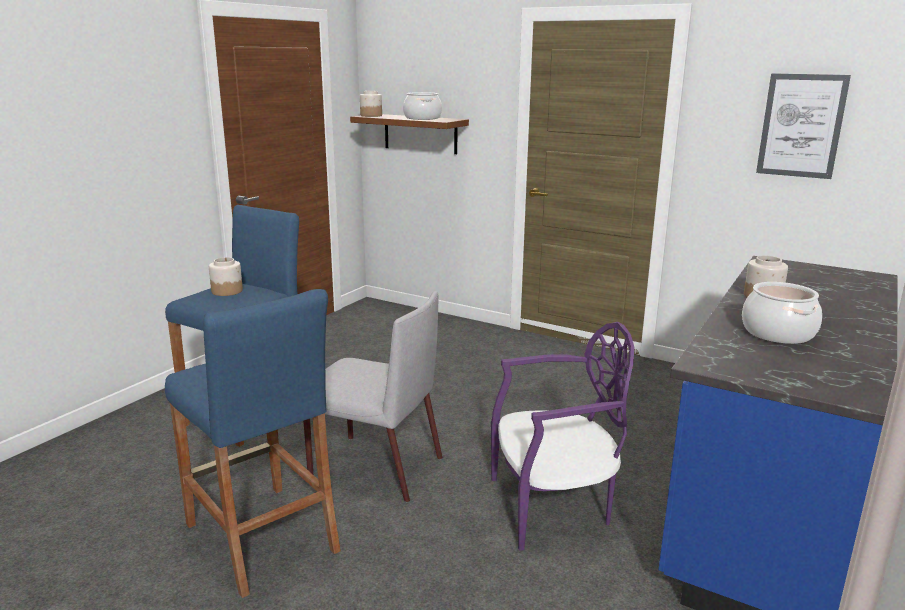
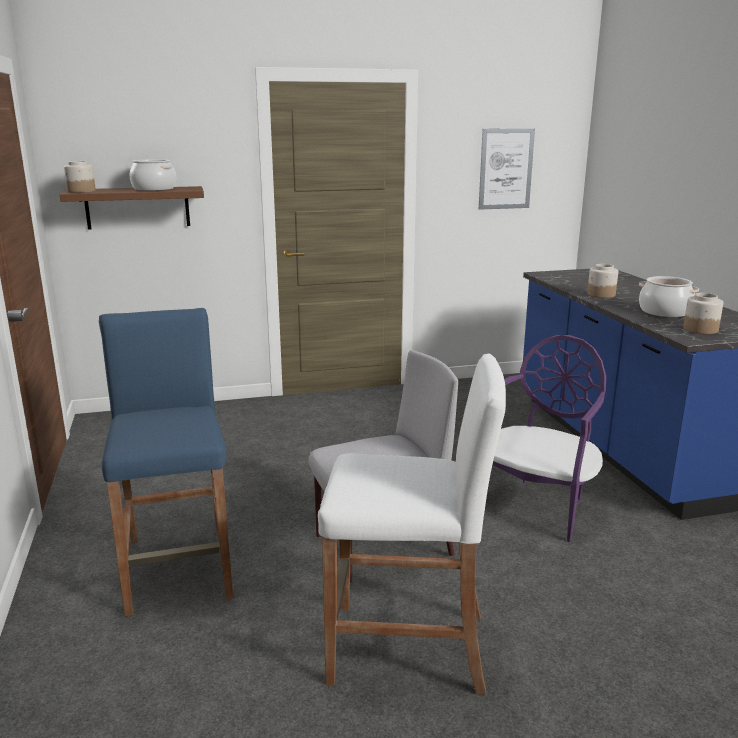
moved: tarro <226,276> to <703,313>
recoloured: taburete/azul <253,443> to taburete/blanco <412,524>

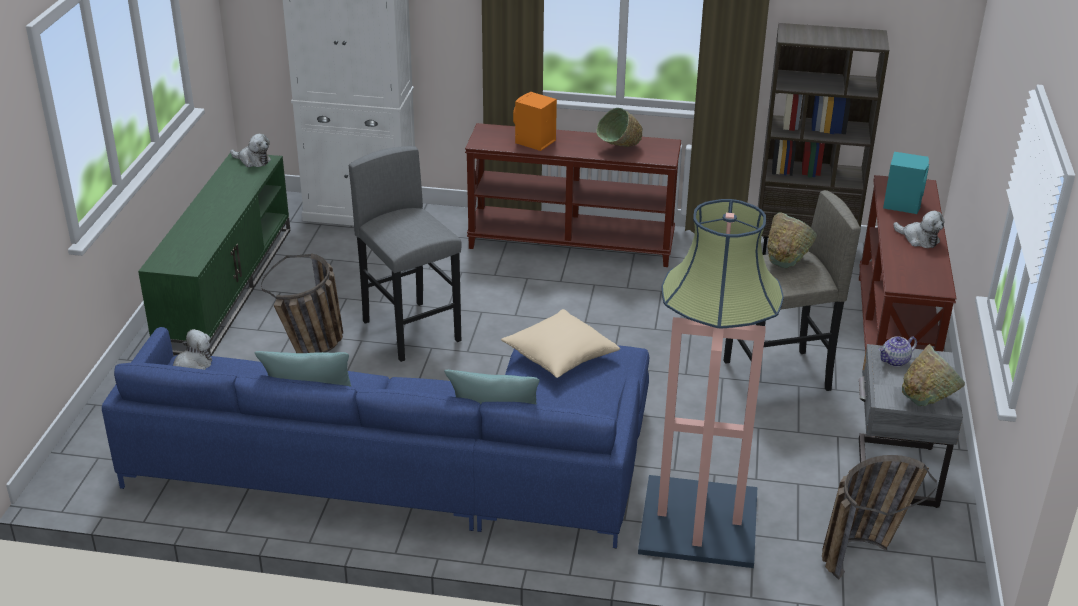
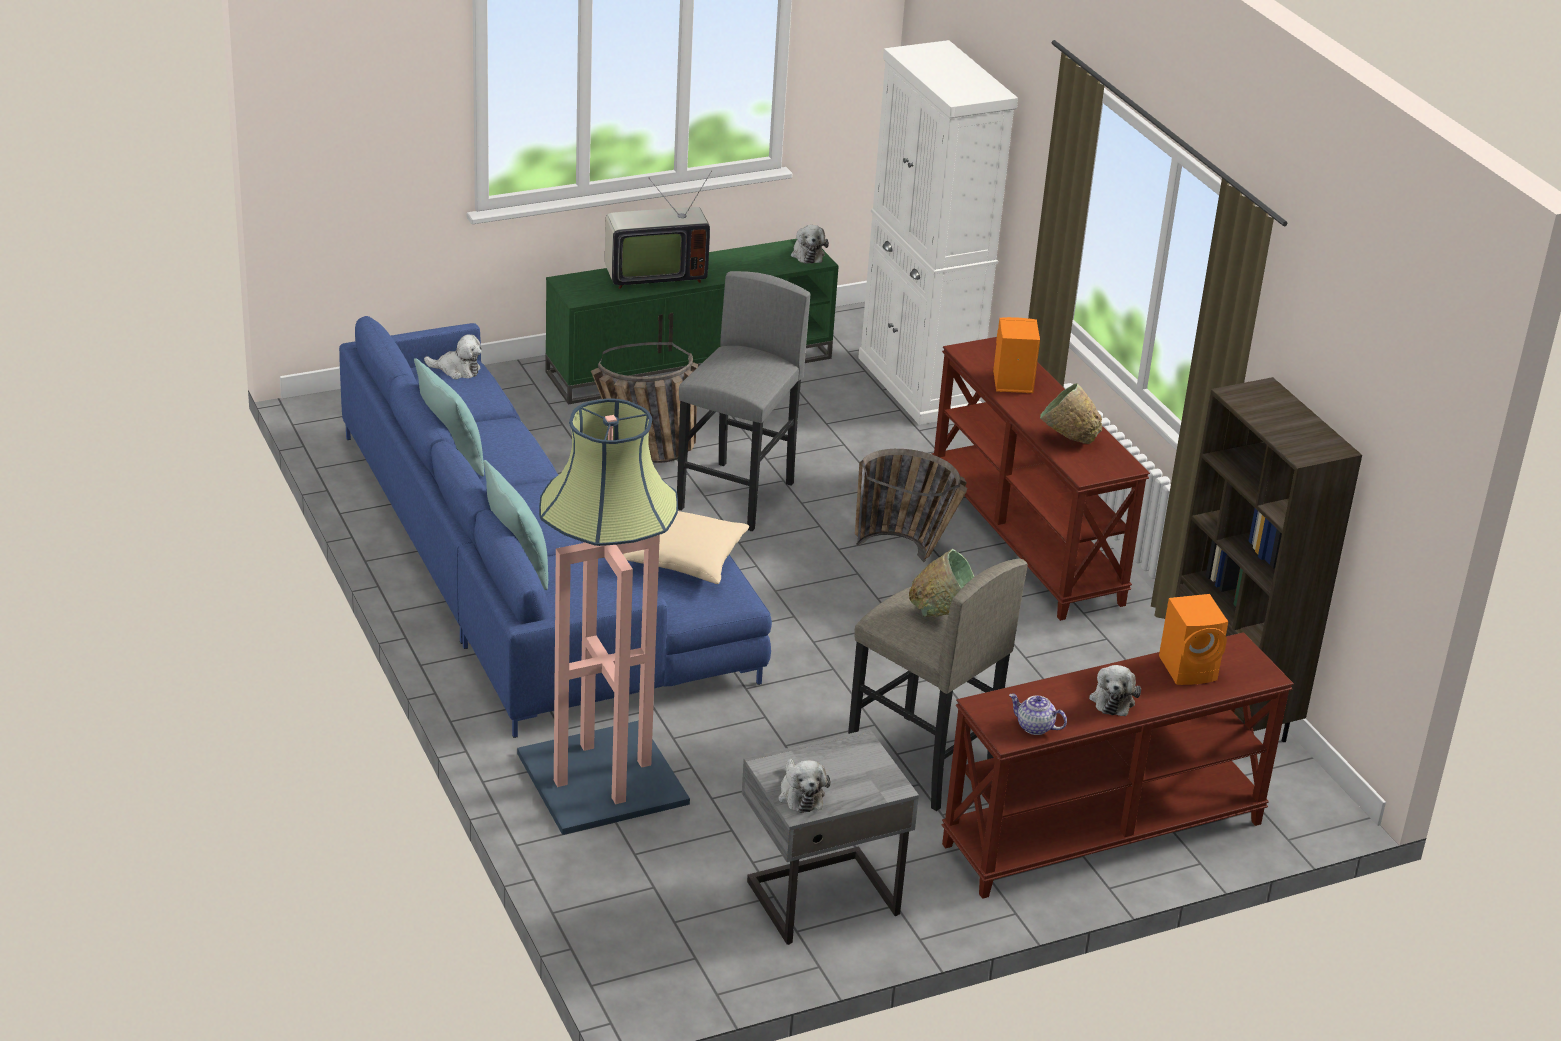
added: televisor <658,229>
moved: cesta <879,517> to <911,505>; tetera <897,351> to <1038,714>
replaced: cuenco/verde <933,375> to peluche <804,786>
recoloured: altavoz/turquesa <906,183> to altavoz/naranja <1193,639>

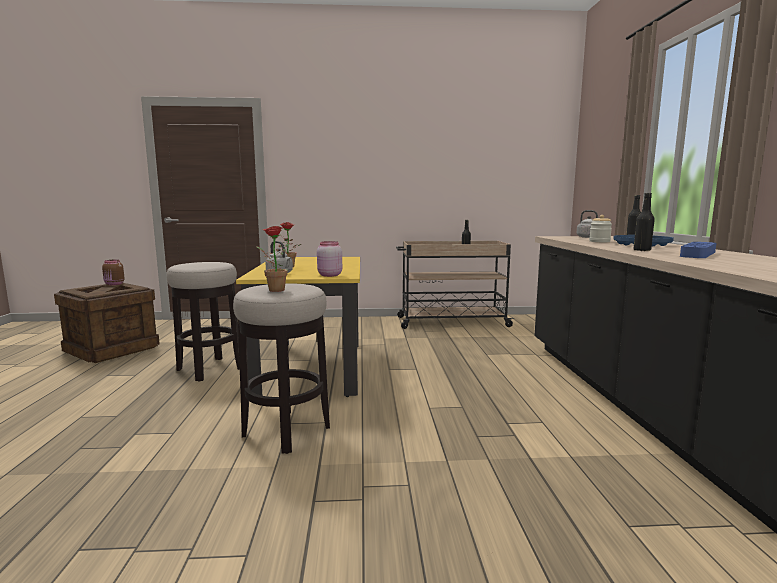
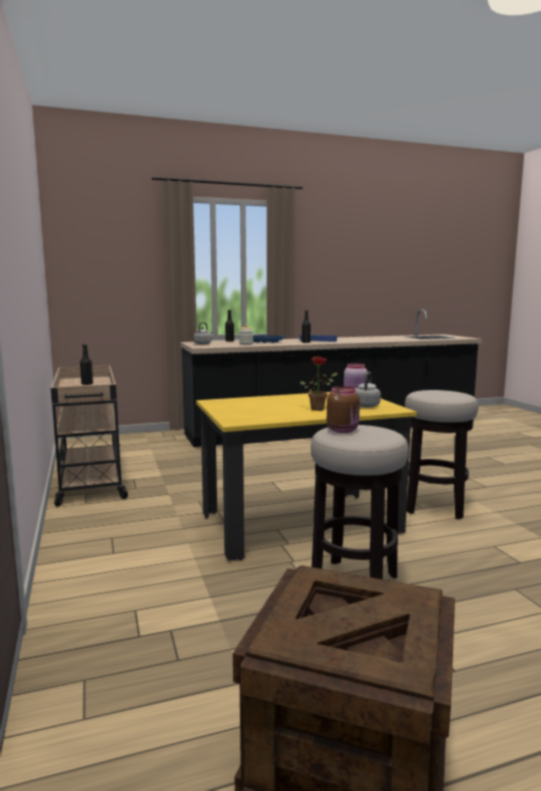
removed: planta en maceta <273,259>
moved: tarro/marrón <113,272> to <343,409>

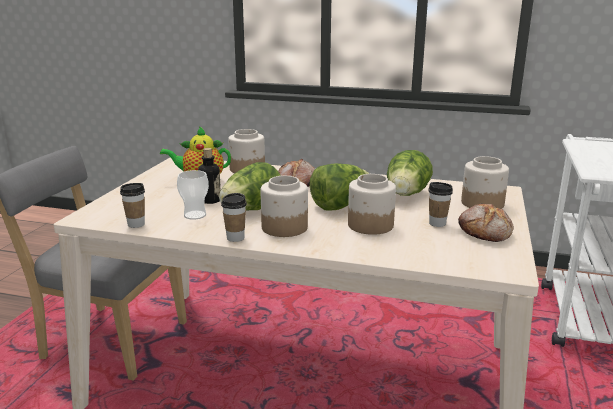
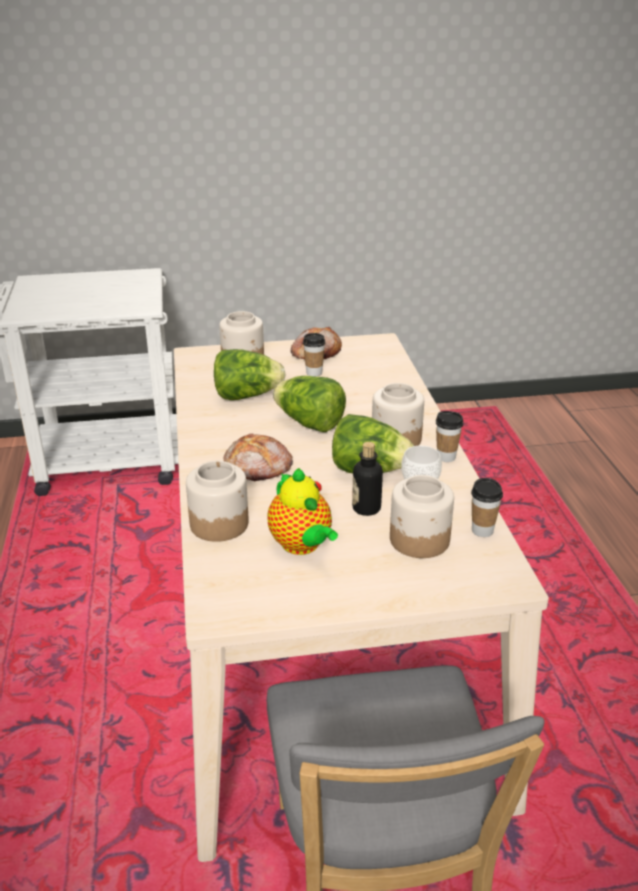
moved: tarro <372,204> to <422,516>

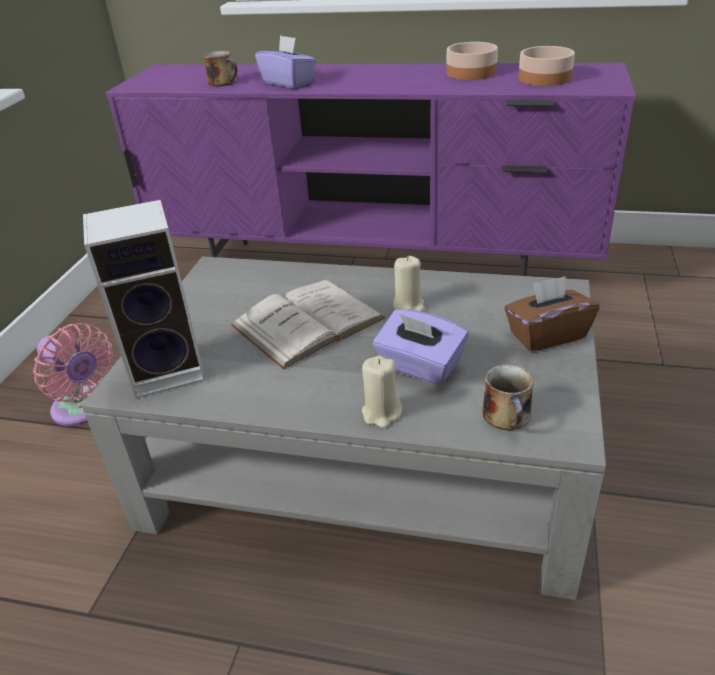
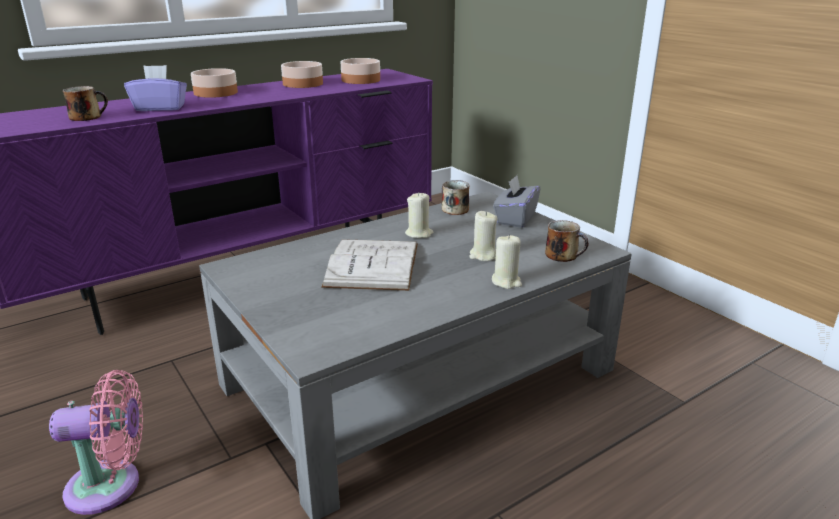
removed: altavoz <144,299>
added: cuenco <214,83>; taza grande <456,197>
replaced: caja de pañuelos/morado <420,347> to vela/beis <483,236>
recoloured: caja de pañuelos/marrón <552,314> to caja de pañuelos/gris <517,201>

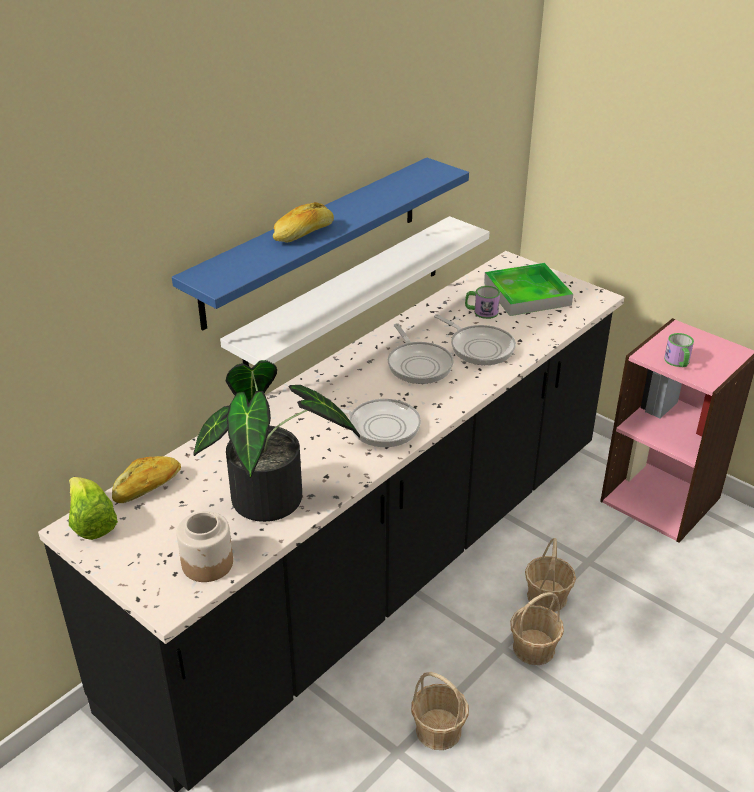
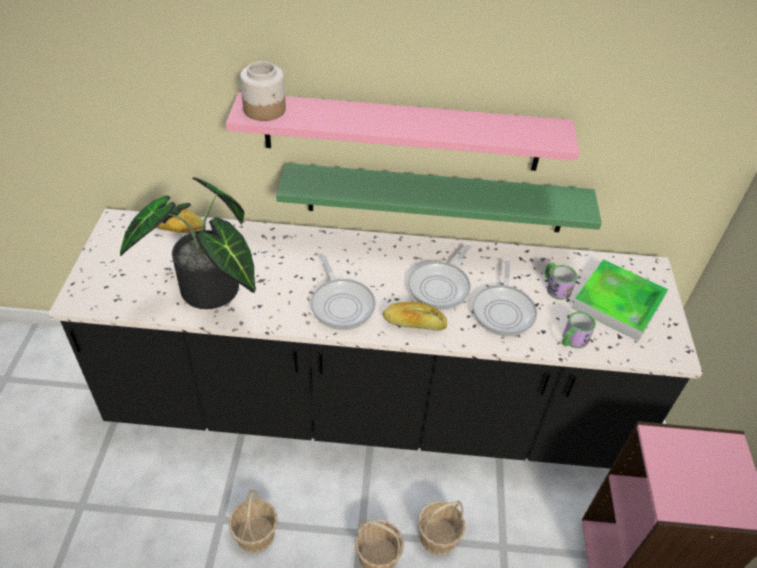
removed: lechuga <93,508>
moved: tarro <204,546> to <263,91>; pan <303,222> to <415,316>; taza grande <679,350> to <579,329>
recoloured: estante/azul <320,243> to estante/rosa <403,131>; estante/blanco <354,291> to estante/verde <439,197>

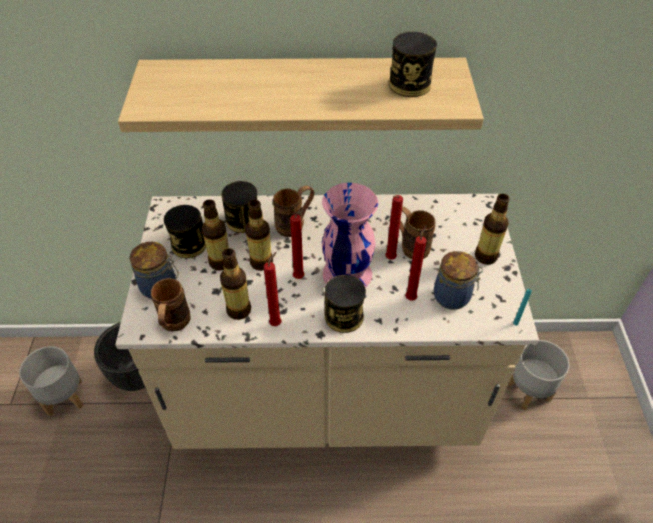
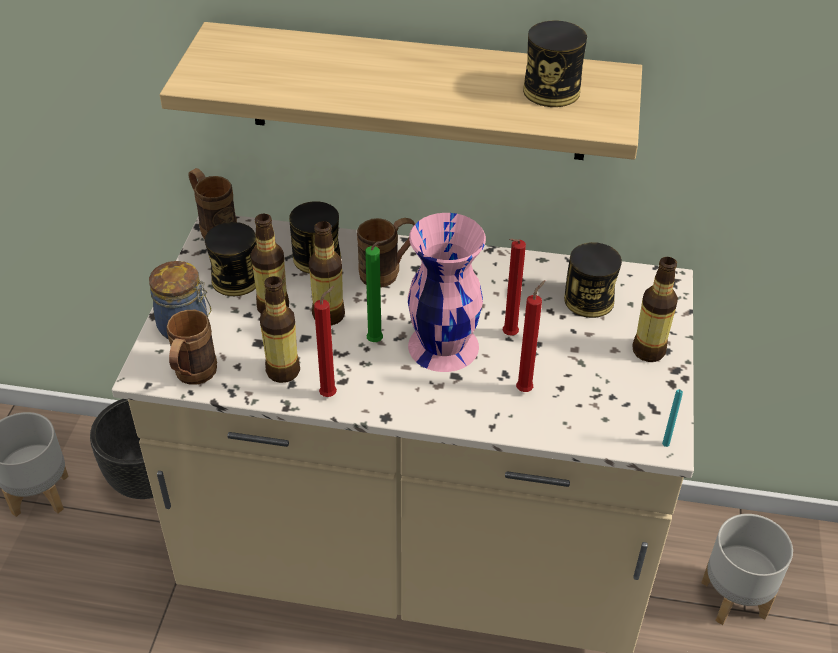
removed: tarro <458,280>
moved: taza grande/marrón <417,232> to <212,203>; lata <345,304> to <593,280>
recoloured: vela/rojo <298,244> to vela/verde <376,291>

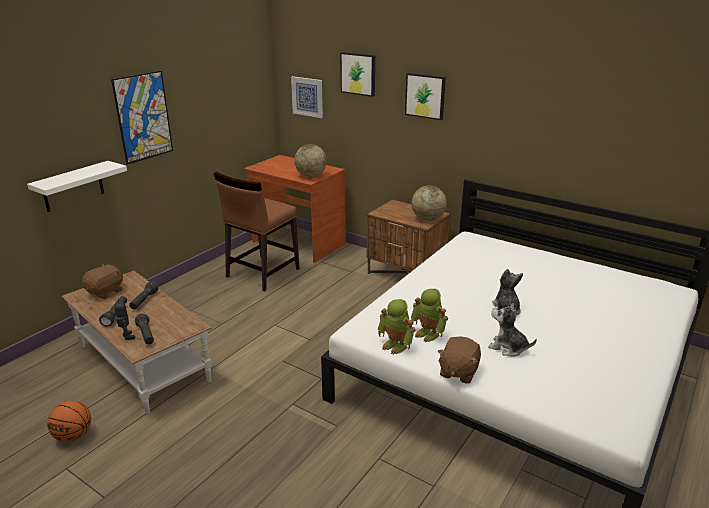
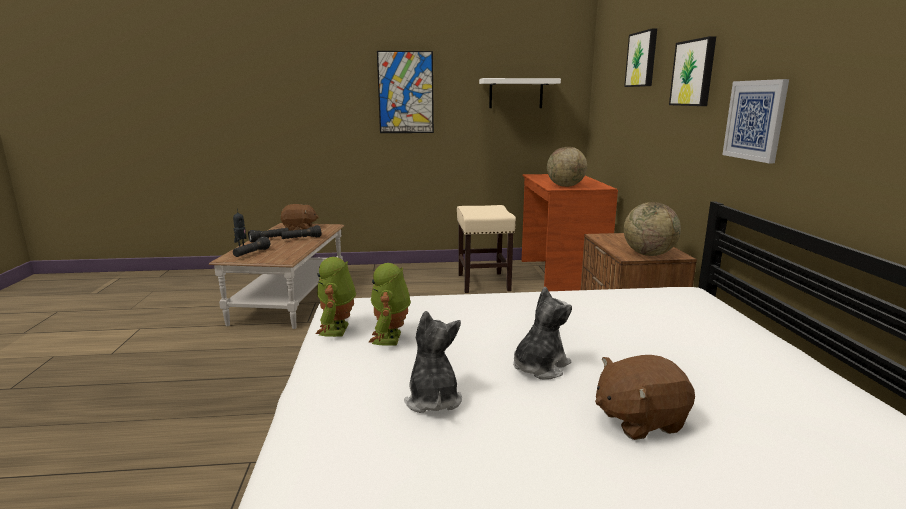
removed: balón de baloncesto <69,421>
moved: estante/blanco <77,186> to <520,93>; peluche/marrón <459,360> to <645,397>; cuadro <307,97> to <755,121>
replaced: silla/marrón <257,231> to taburete/beis <486,249>

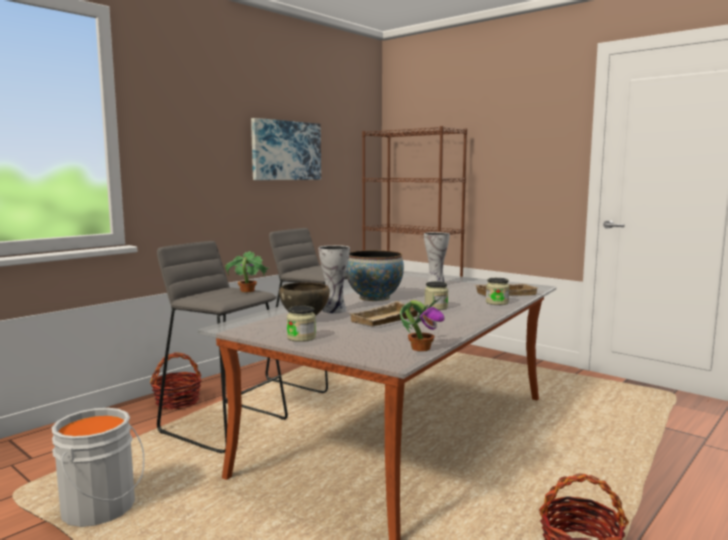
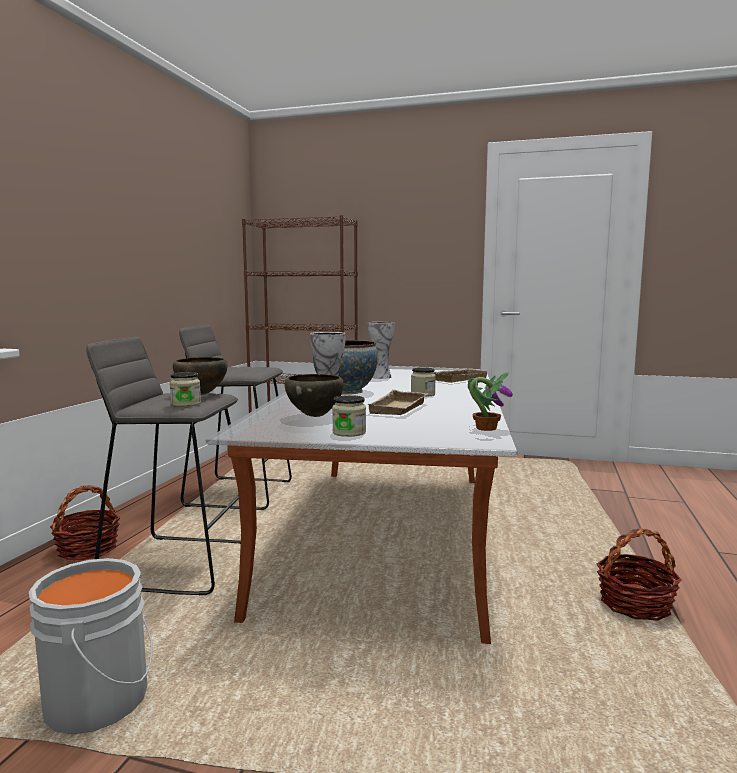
removed: cuadro <286,149>
moved: tarro <497,291> to <185,389>
replaced: planta en maceta <247,271> to cuenco/marrón <200,376>

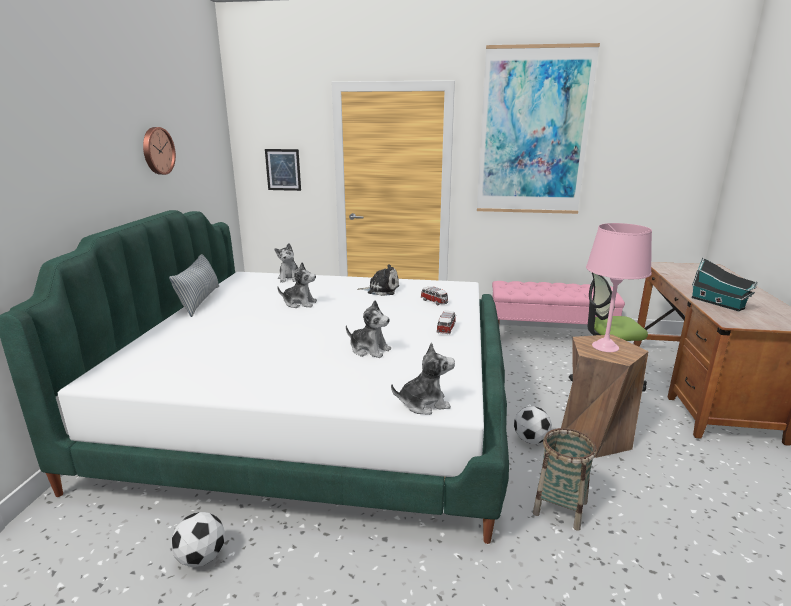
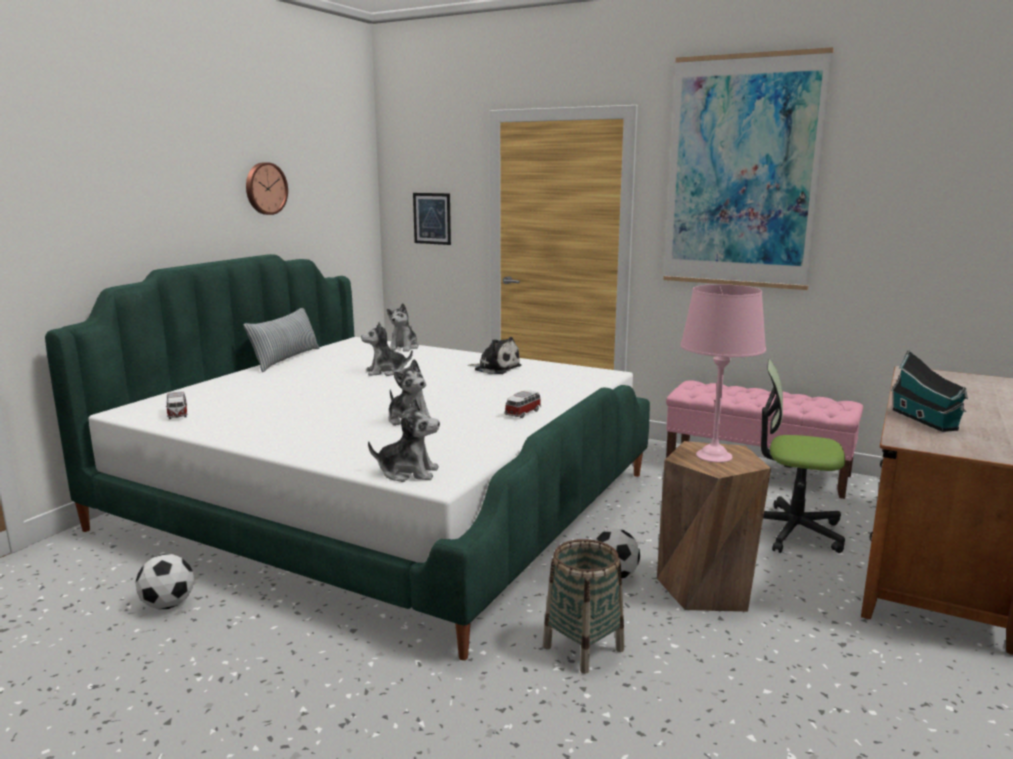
moved: coche de juguete <434,296> to <177,405>
turned: peluche <297,285> = <387,349> 135 degrees clockwise

